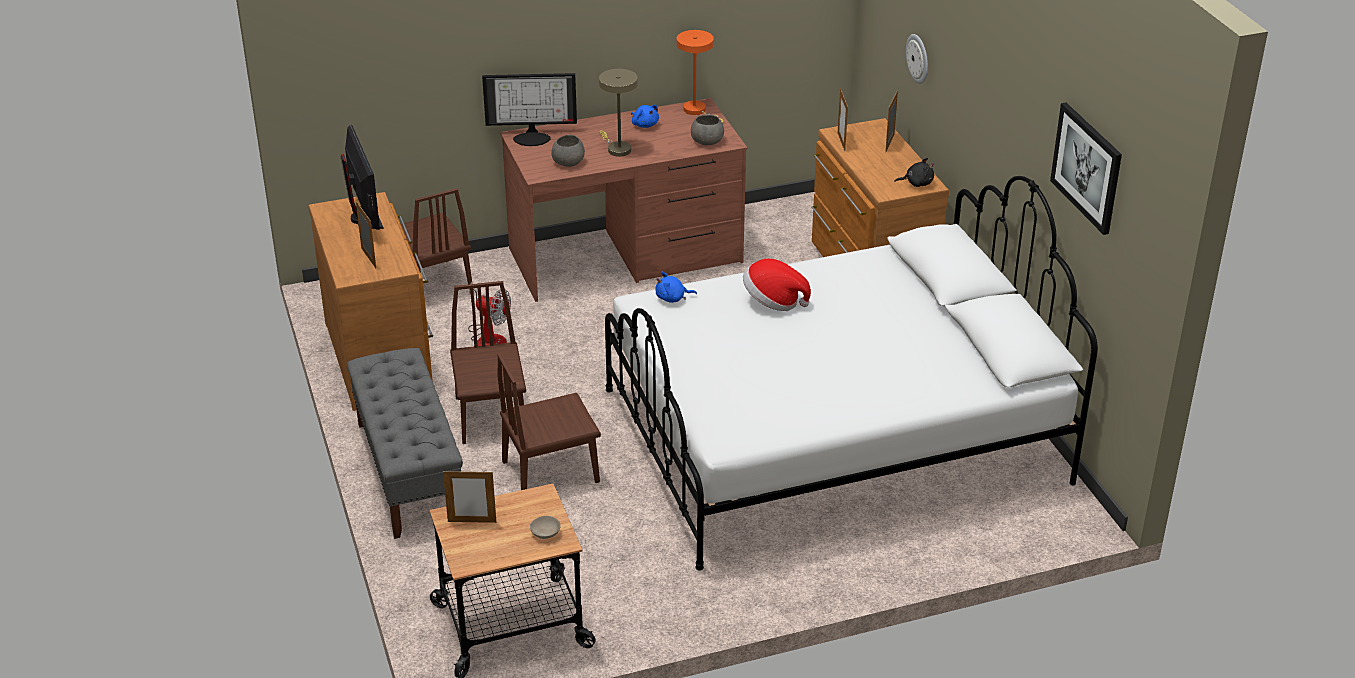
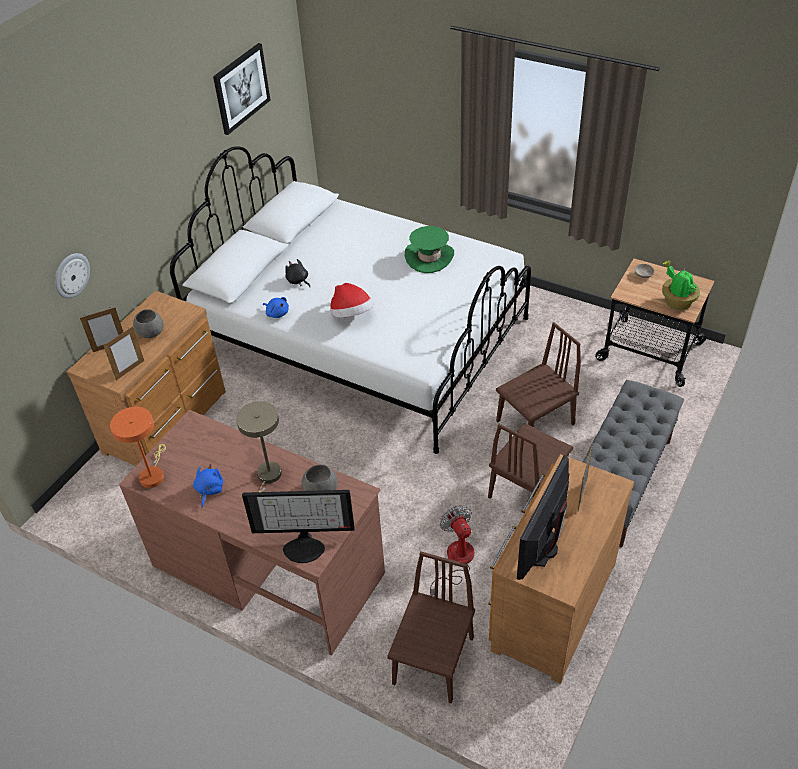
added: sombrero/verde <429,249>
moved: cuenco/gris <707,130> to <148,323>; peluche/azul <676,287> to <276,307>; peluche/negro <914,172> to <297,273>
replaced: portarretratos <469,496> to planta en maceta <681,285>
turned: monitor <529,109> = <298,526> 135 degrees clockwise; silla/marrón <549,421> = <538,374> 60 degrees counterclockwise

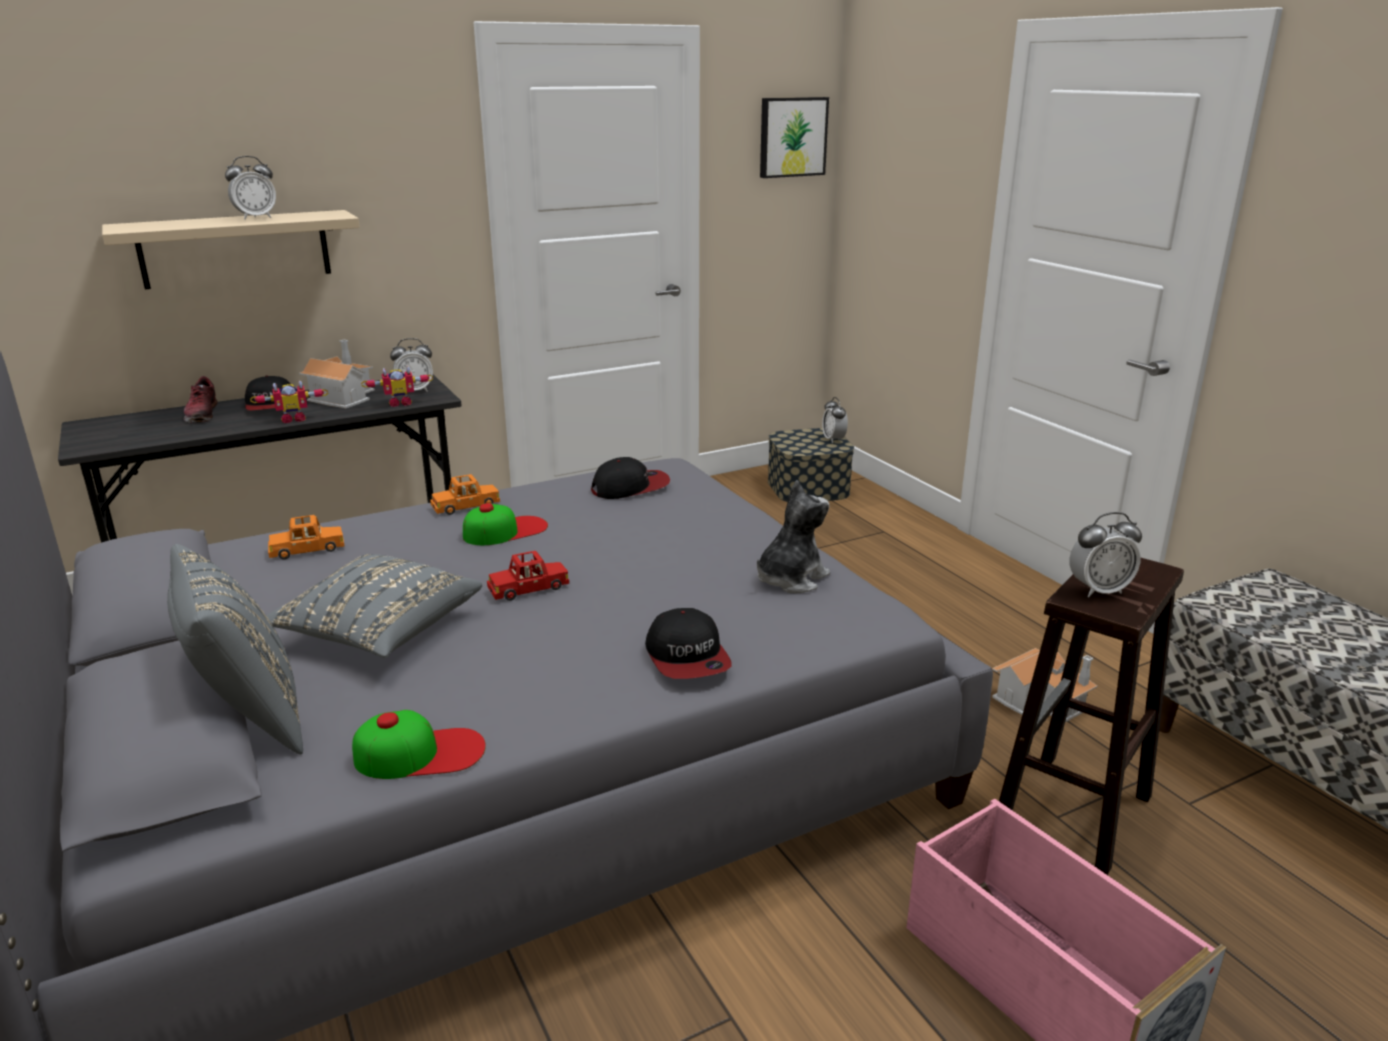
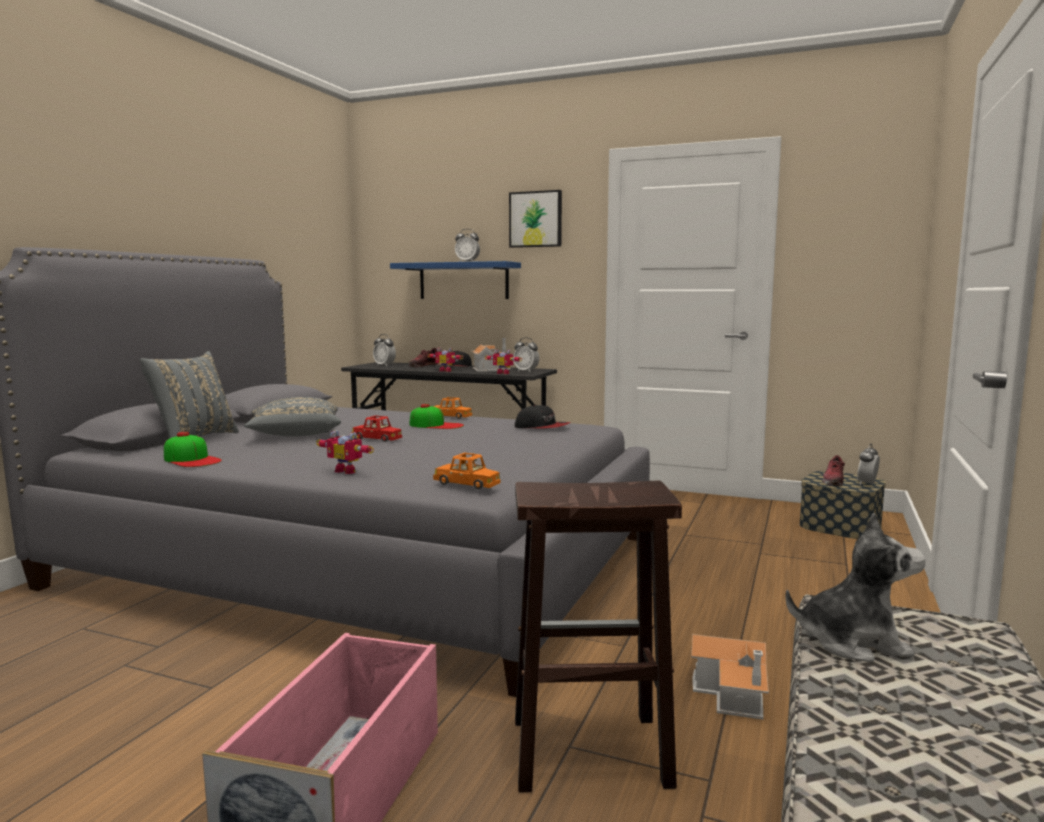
added: zapato <833,470>
moved: despertador <1105,554> to <384,350>; coche de juguete/naranja <306,537> to <466,471>; cuadro <794,137> to <535,219>; peluche <793,536> to <855,587>
replaced: gorra <688,643> to robot de juguete <345,452>
recoloured: estante/beis <231,249> to estante/azul <455,280>

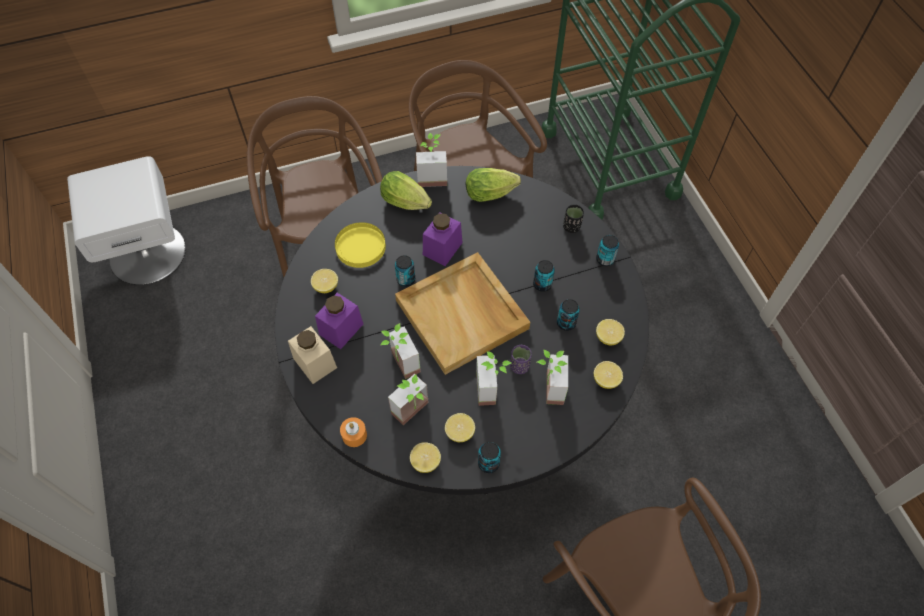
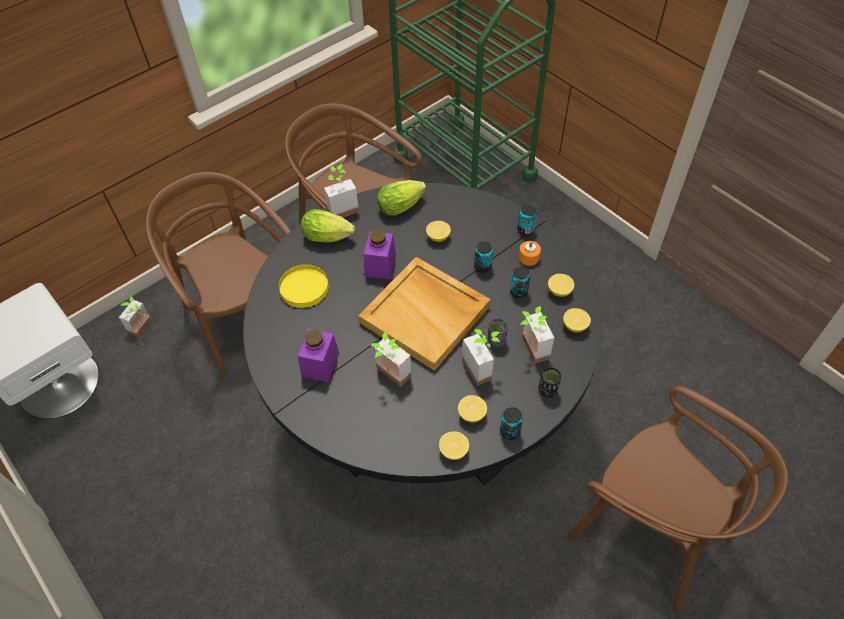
removed: tarro/beis <312,355>; lata <405,271>
moved: planta en maceta <408,399> to <135,316>; limón <324,281> to <438,231>; vela/naranja <353,432> to <530,253>; taza/negro <573,218> to <549,382>

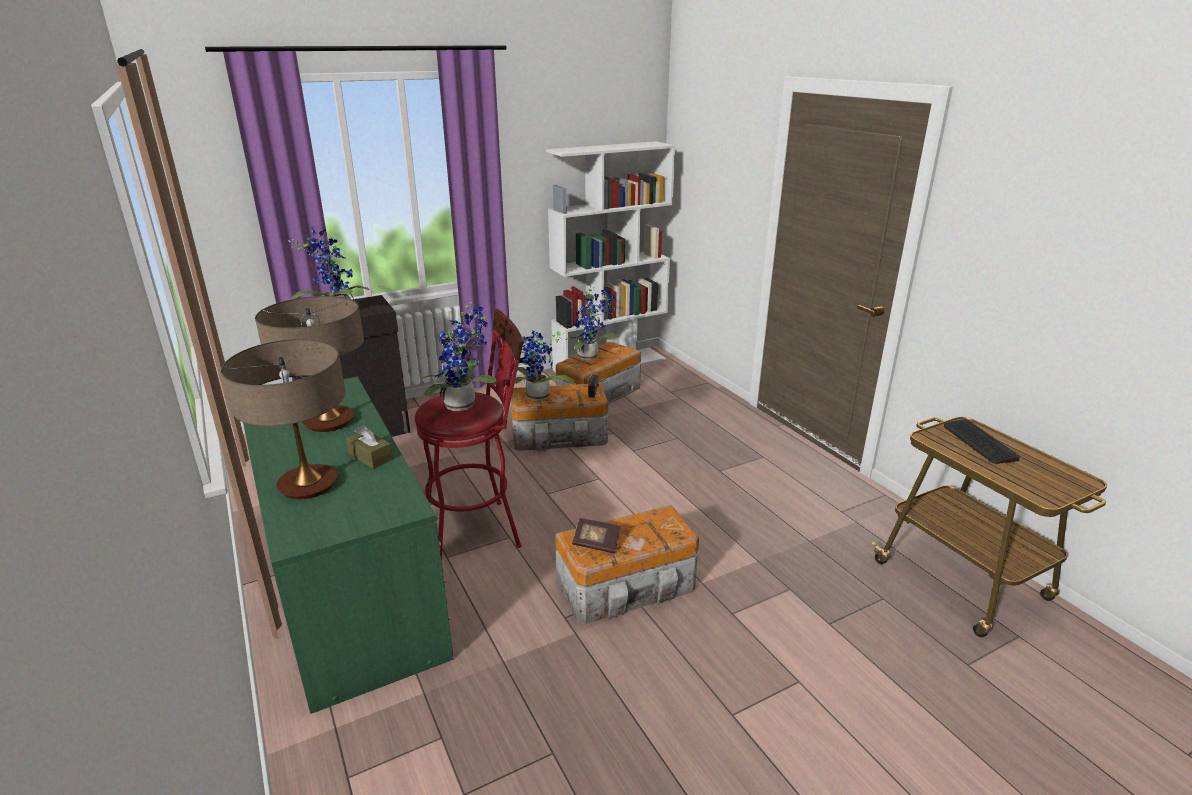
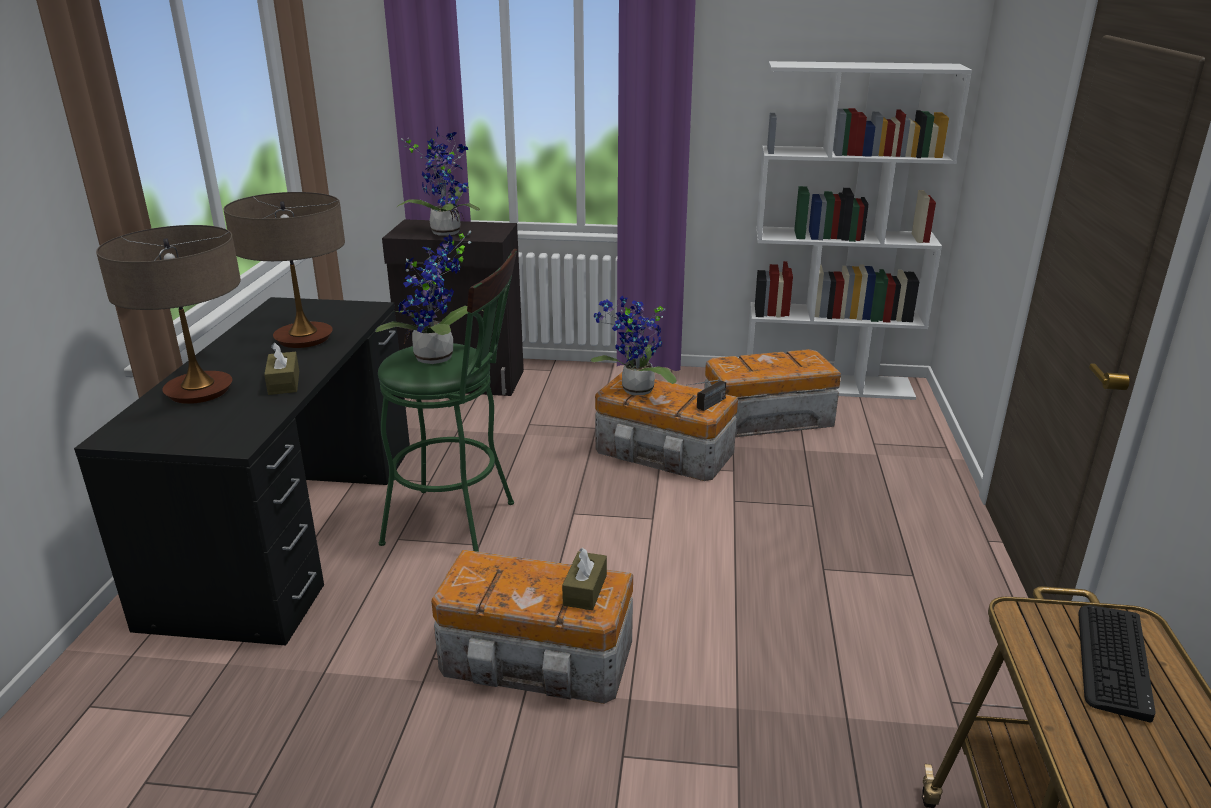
removed: planta en maceta <592,323>; libro <596,536>
added: caja de pañuelos/marrón <584,579>
recoloured: escritorio/verde <348,545> to escritorio/negro <242,471>; taburete/rojo <469,435> to taburete/verde <447,400>

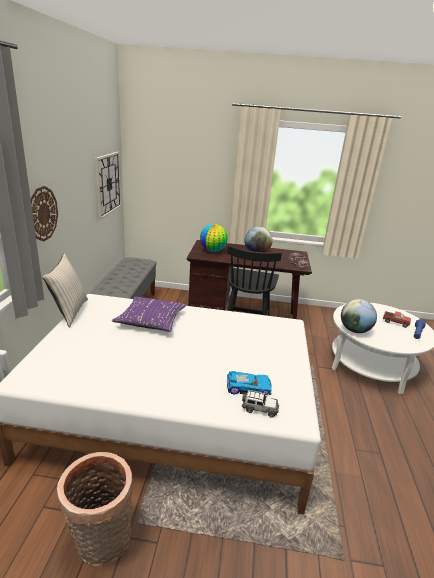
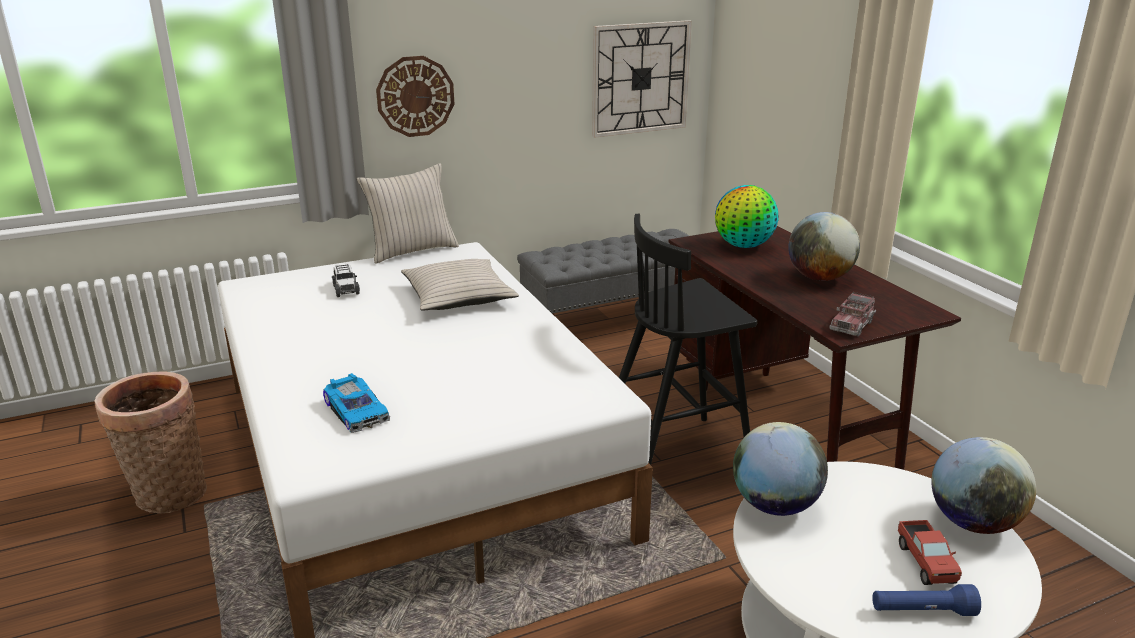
added: globo terráqueo <983,485>
moved: coche de juguete <260,403> to <346,280>
recoloured: cojín/morado <149,314> to cojín/beis <460,285>

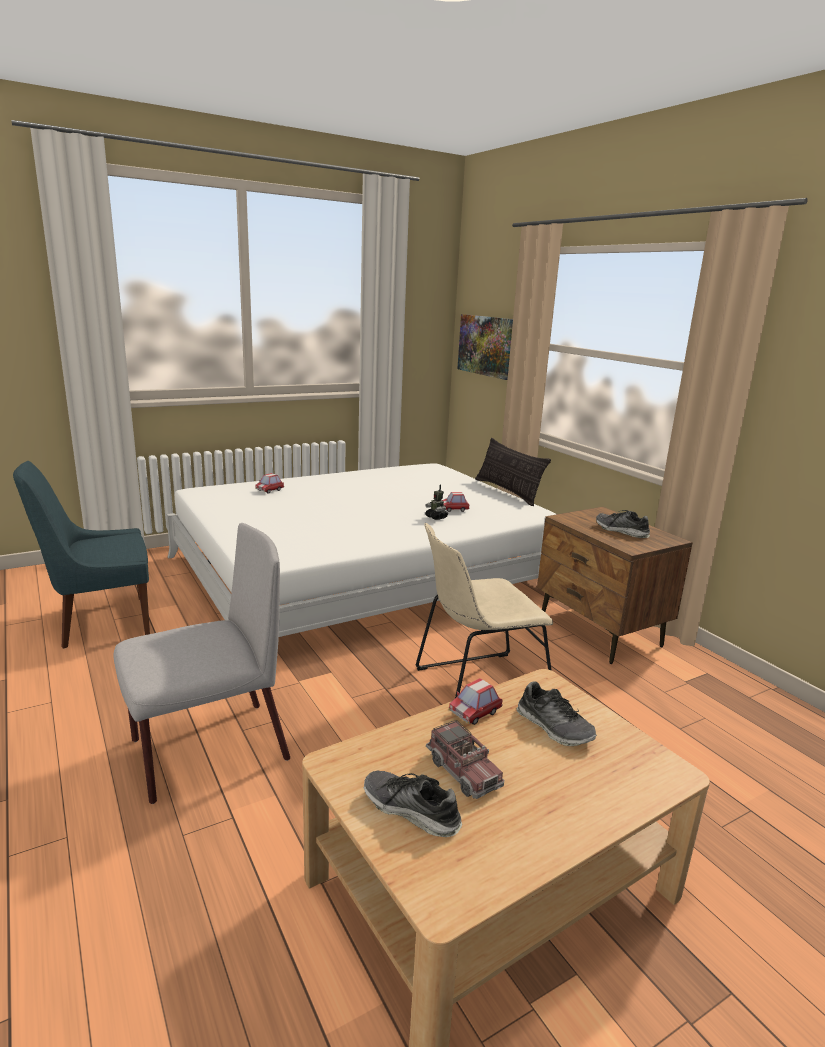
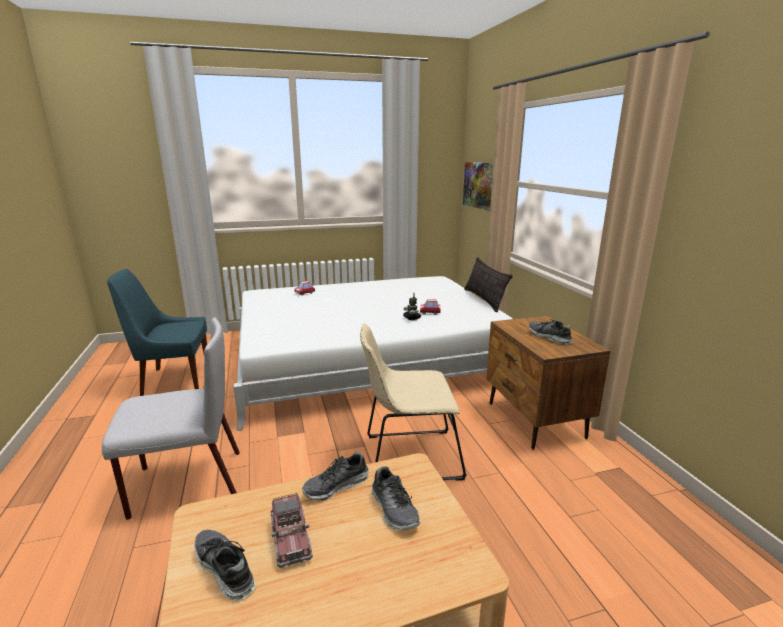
replaced: coche de juguete <476,701> to zapato <335,476>

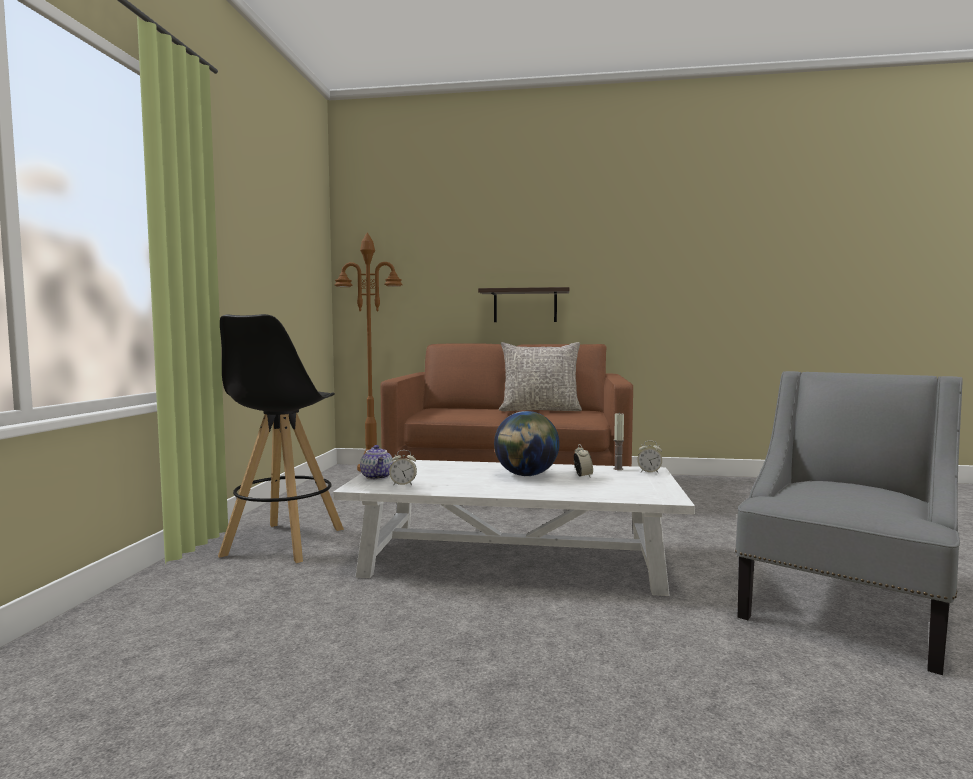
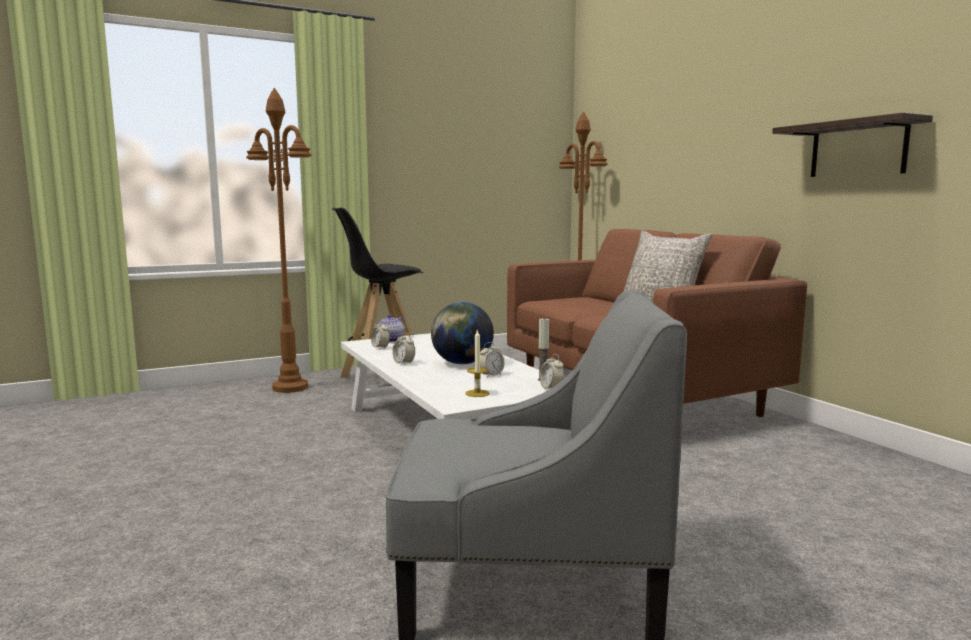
added: lámpara de pie/marrón <279,240>; despertador <403,348>; vela <477,363>
moved: estante <523,304> to <852,144>

